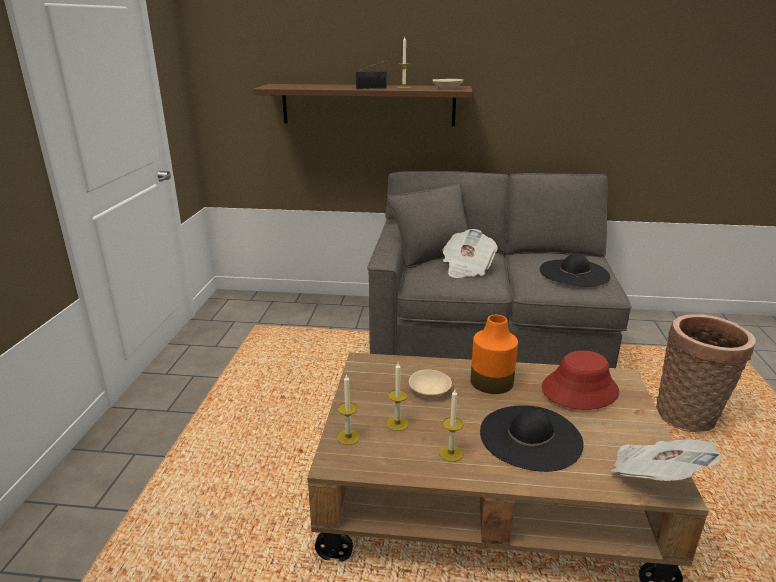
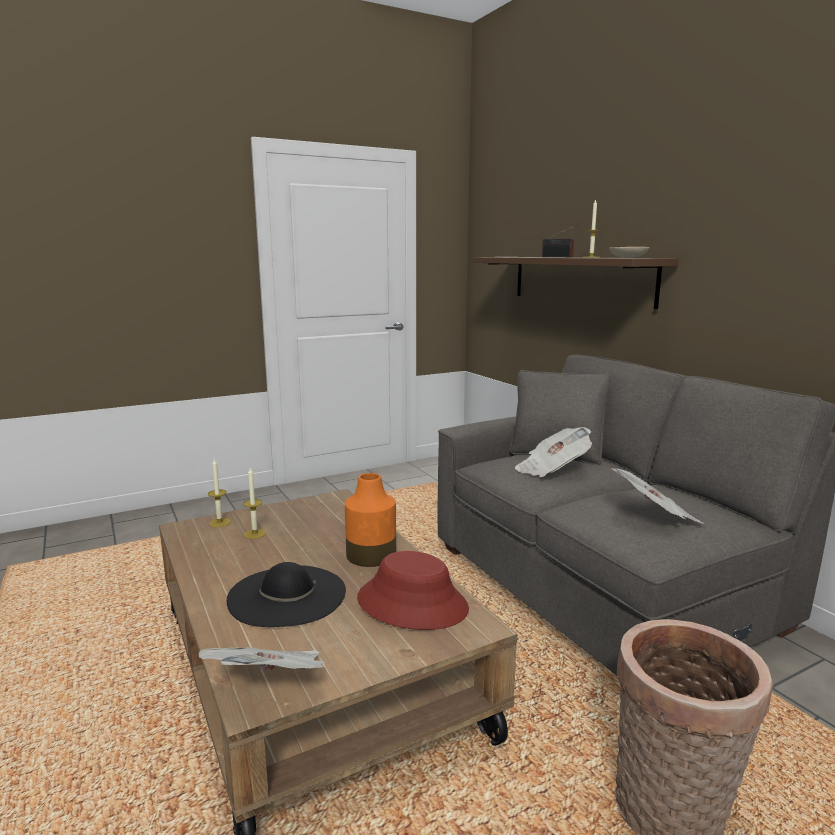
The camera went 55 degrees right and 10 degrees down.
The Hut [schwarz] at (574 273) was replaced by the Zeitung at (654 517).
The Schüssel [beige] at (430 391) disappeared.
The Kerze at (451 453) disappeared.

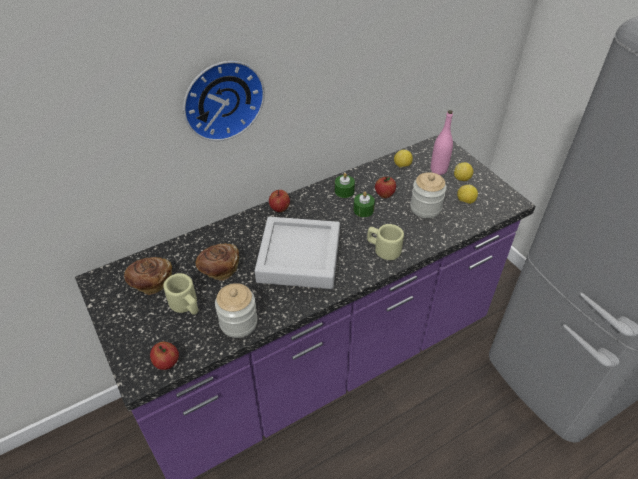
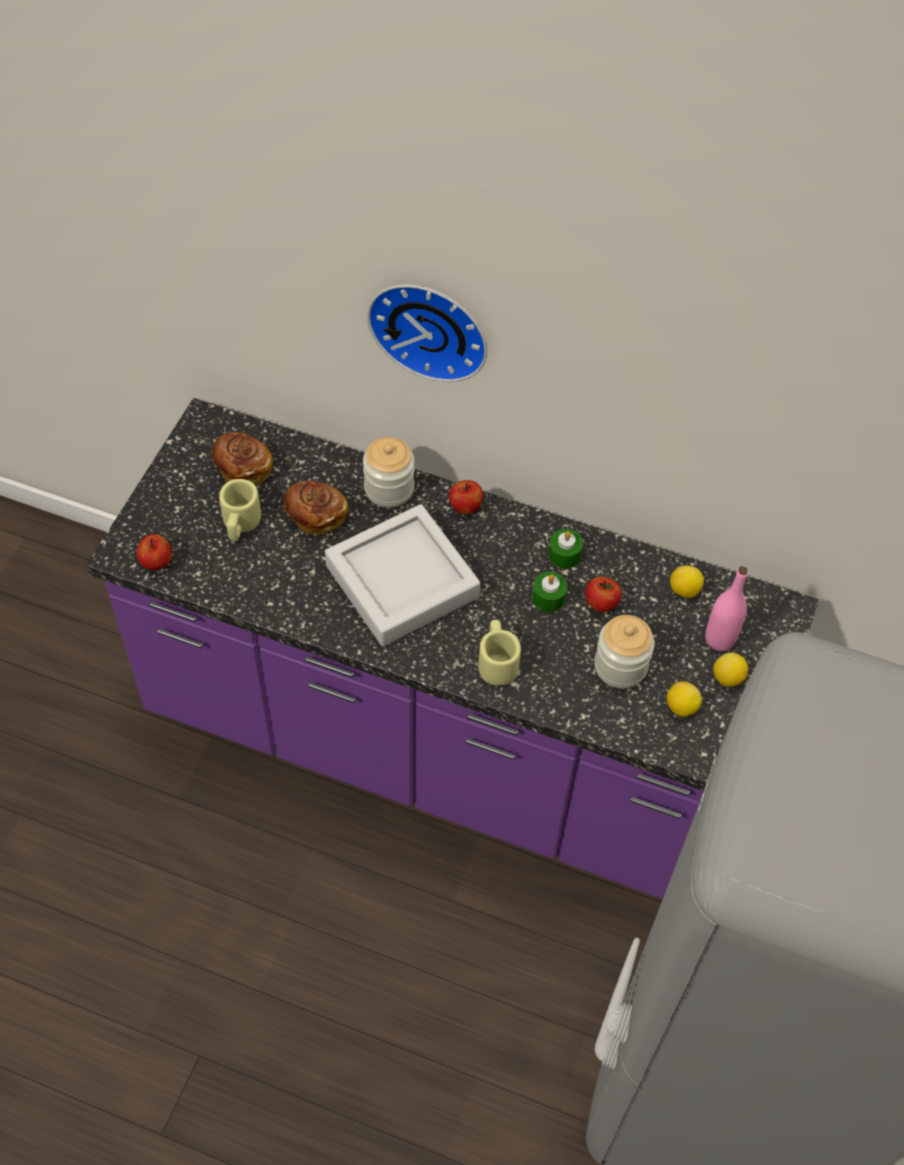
The camera went 50 degrees right and 10 degrees up.
The Vorratsglas moved from (238 322) to (389 488).

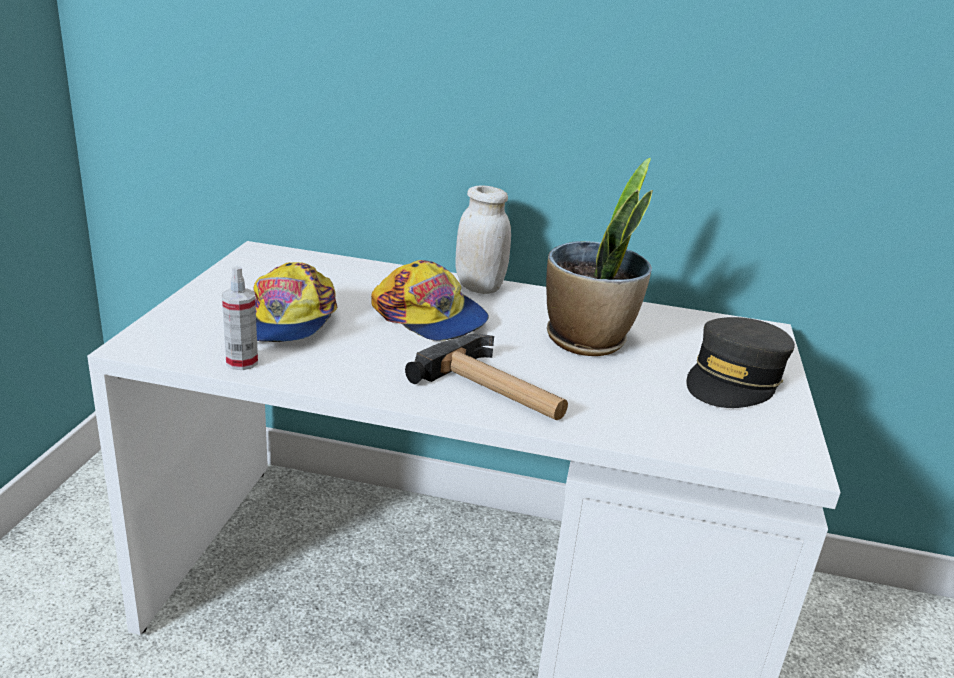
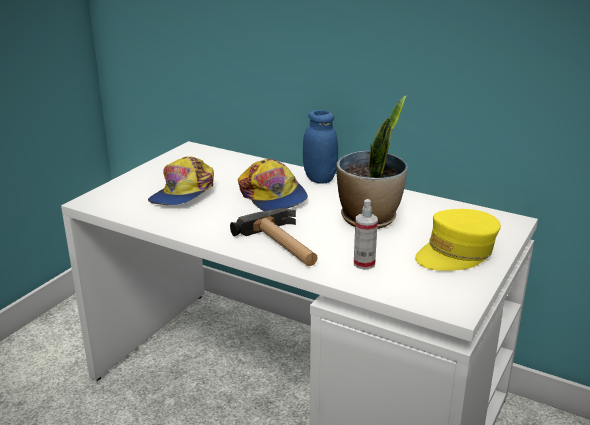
The camera went 20 degrees right and 0 degrees up.
The Vorratsglas [weiß] at (479 287) became the Vorratsglas [blau] at (319 179).
The Sprühflasche moved from (242 362) to (364 263).
The Kappe [grau] at (734 380) became the Kappe [gelb] at (456 253).

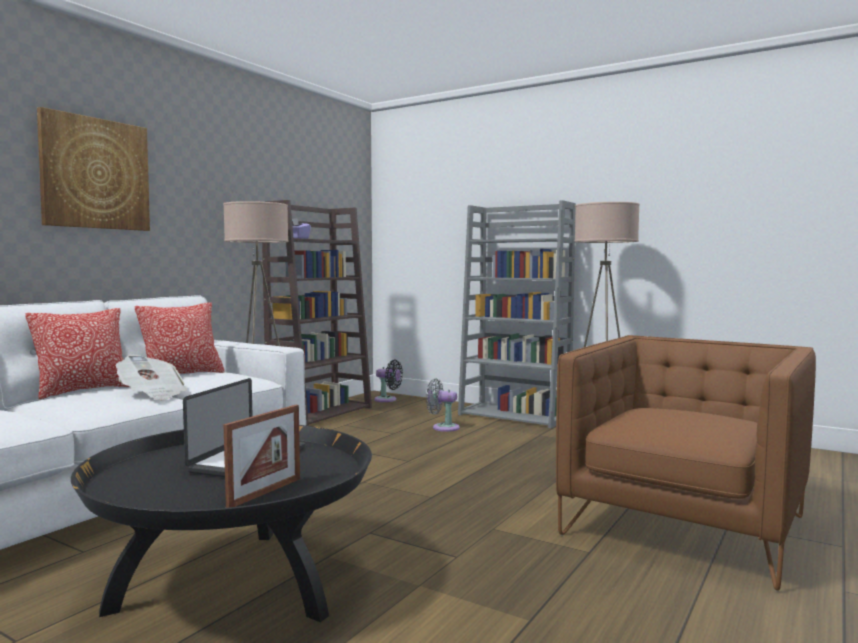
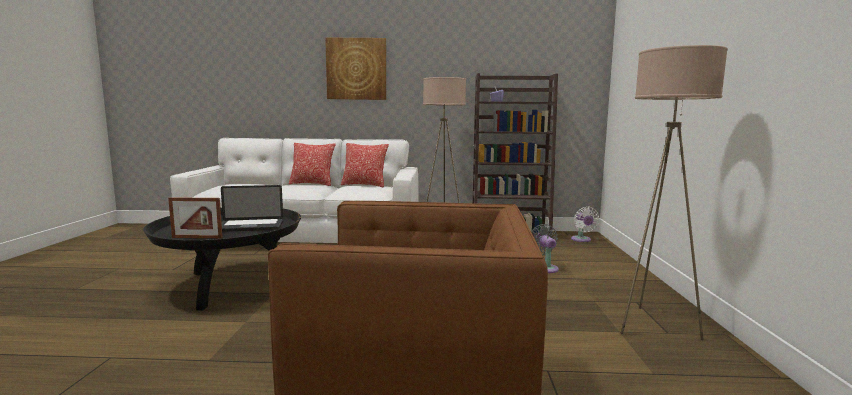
The camera went 60 degrees right and 5 degrees up.
The Bücherregal [grau] at (515 416) disappeared.
The Zeitung at (152 395) disappeared.
The Ventilator [schwarz] at (387 400) became the Ventilator [weiß] at (582 240).

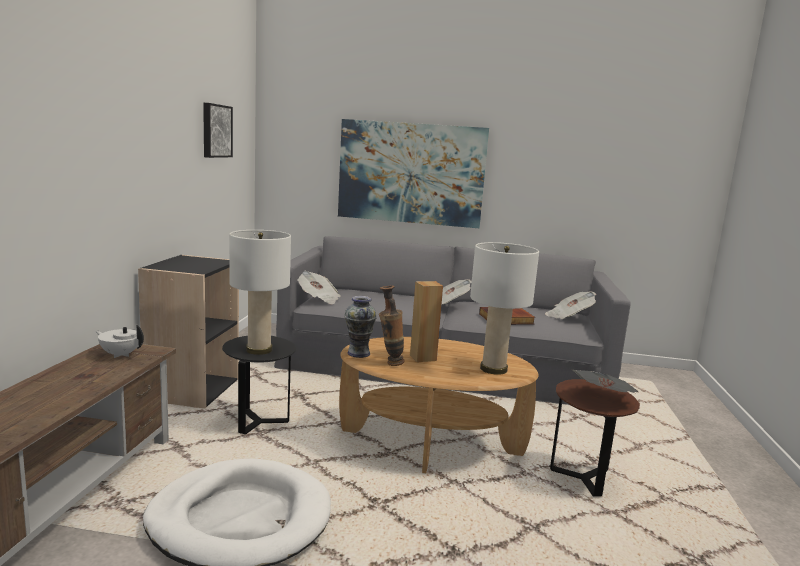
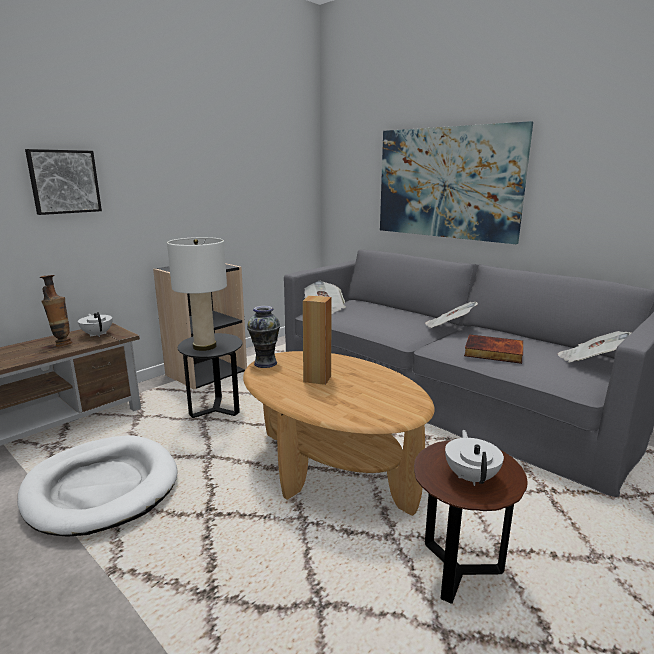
The camera went 35 degrees right and 5 degrees up.
The Bild moved from (215 131) to (64 181).
The Tischlampe [weiß] at (493 369) disappeared.
The Vase moved from (389 363) to (62 344).
The Zeitung at (603 398) was replaced by the Teekanne [weiß] at (471 477).

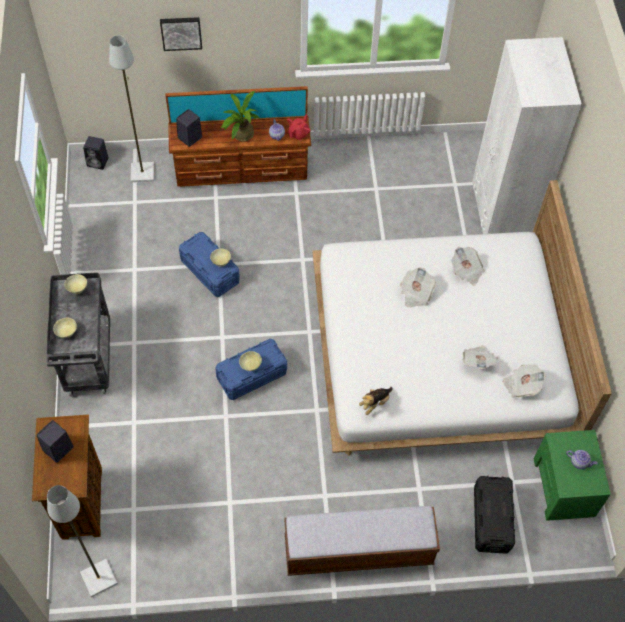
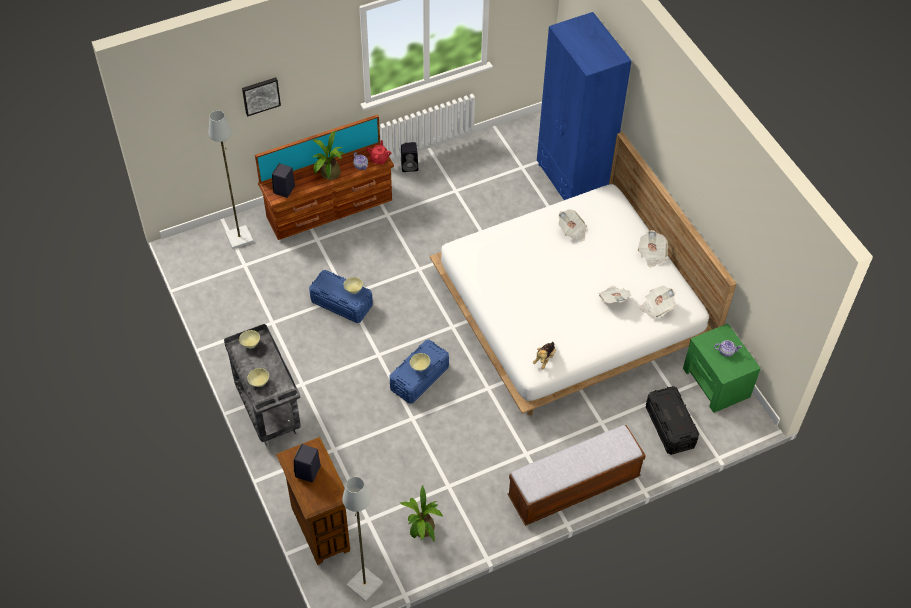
The camera went 20 degrees left and 5 degrees down.
The Kleiderschrank [weiß] at (501 215) became the Kleiderschrank [blau] at (572 181).
The Lautsprecher [schwarz] moved from (98 162) to (410 166).
The Zeitung moved from (415 293) to (652 254).
The Topfpflanze at (422 530) appeared.

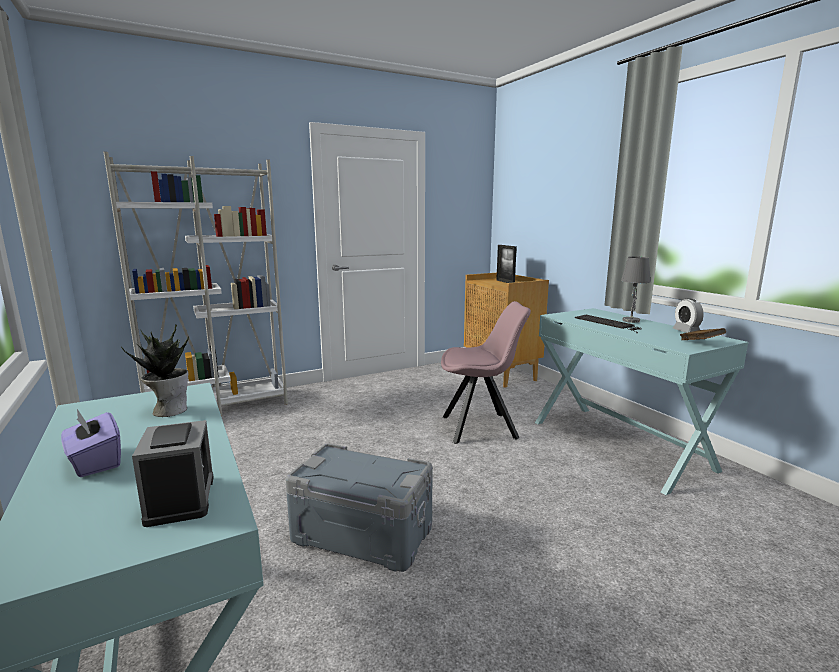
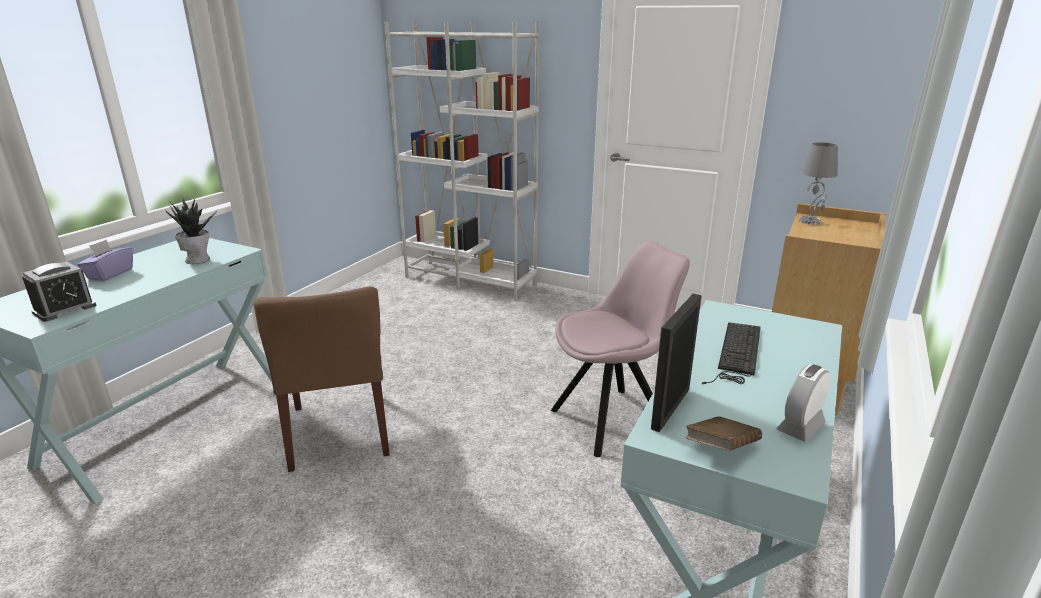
The camera went 55 degrees right and 10 degrees up.
The Bilderrahmen moved from (505 282) to (670 408).
The Tischlampe [grau] moved from (630 320) to (810 221).
The Stuhl [rosa] at (480 428) turned 75 degrees counterclockwise.
The Aufbewahrungsbox [grau] at (362 534) was replaced by the Stuhl [braun] at (340 431).

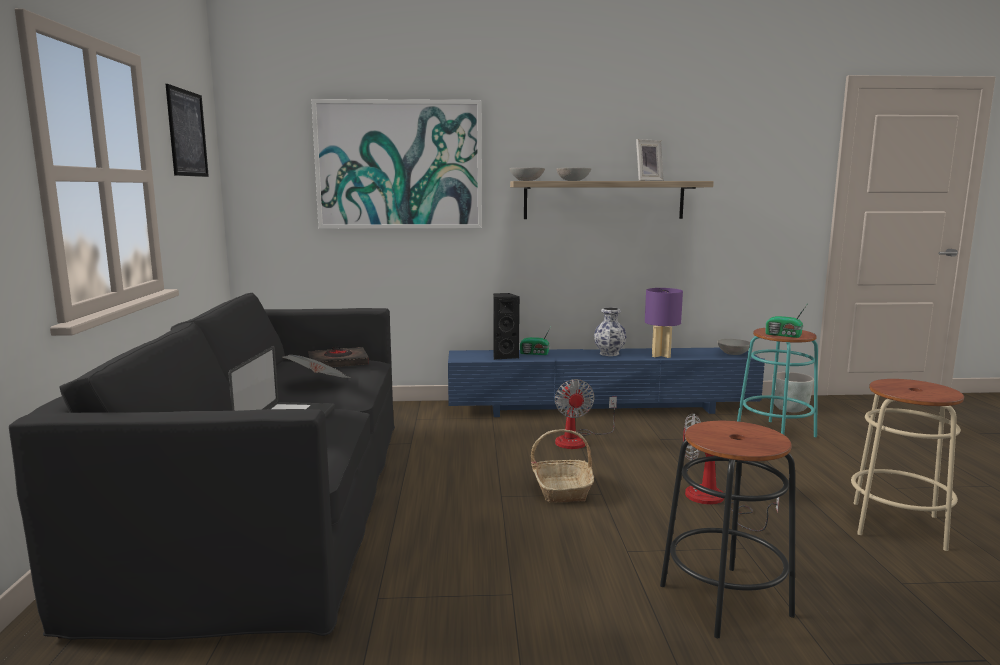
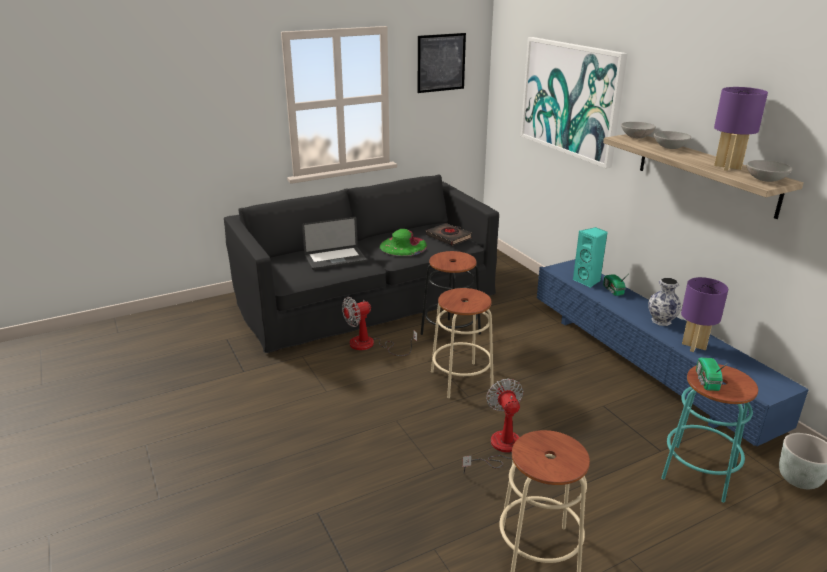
The camera went 65 degrees right and 15 degrees up.
The Bilderrahmen at (646 180) was replaced by the Tischlampe [lila] at (728 167).
The Lautsprecher [schwarz] at (504 356) became the Lautsprecher [türkis] at (588 281).
The Schüssel [grau] moved from (733 353) to (765 179).
The Zeitung at (320 384) was replaced by the Hut [grün] at (403 246).
The Ventilator moved from (578 440) to (370 345).
The Hocker [schwarz] moved from (724 600) to (450 334).
The Korb at (562 489) was replaced by the Hocker [beige] at (461 379).

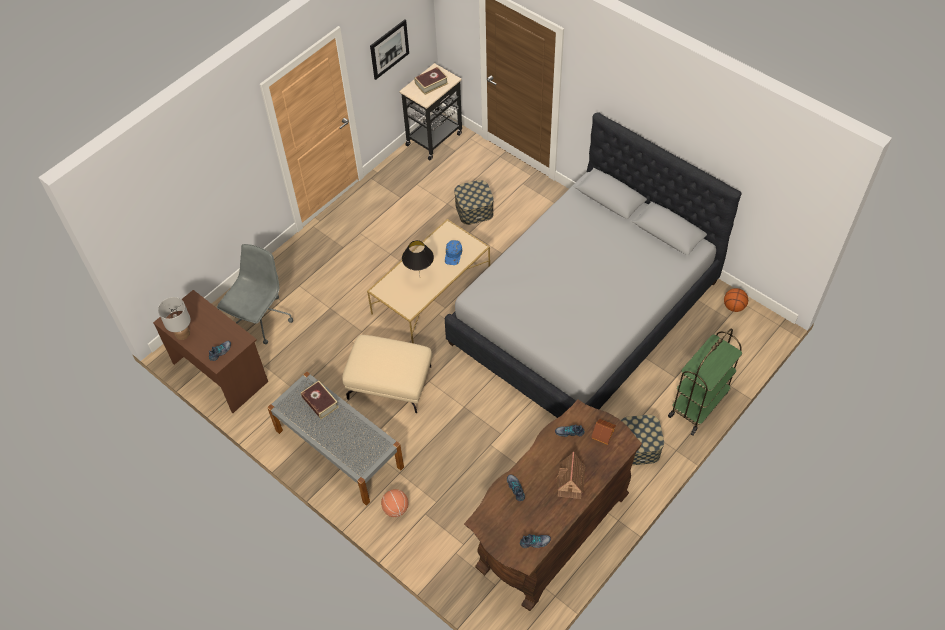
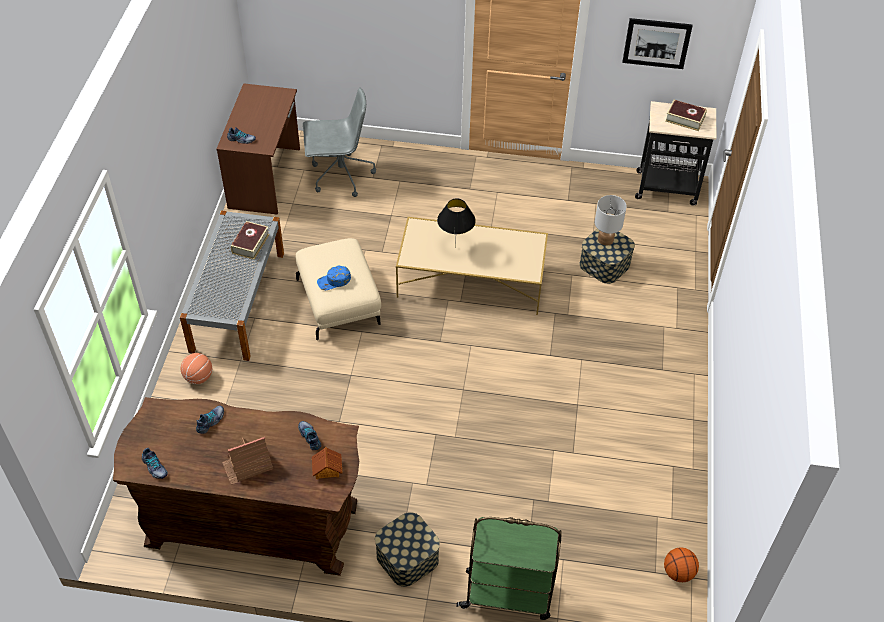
The camera went 55 degrees right and 5 degrees down.
The Bett [grau] at (585 312) disappeared.
The Kappe [blau] moved from (453 255) to (334 281).
The Tischlampe [grau] moved from (182 333) to (606 239).

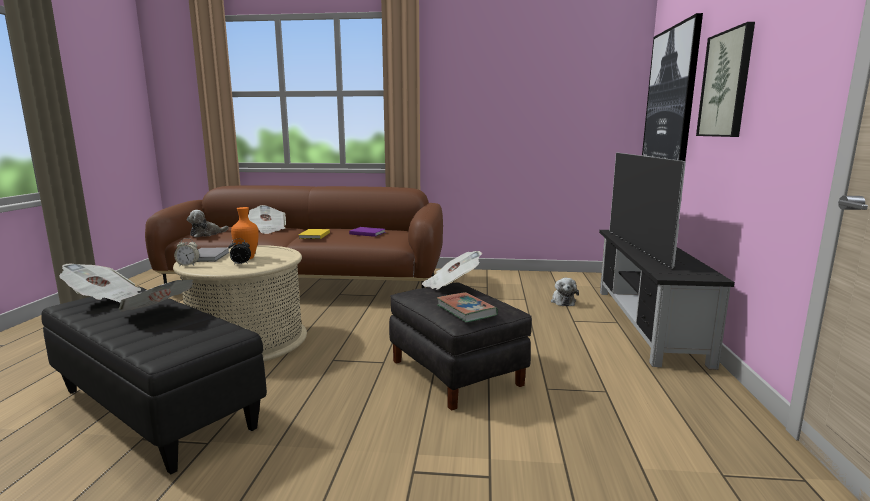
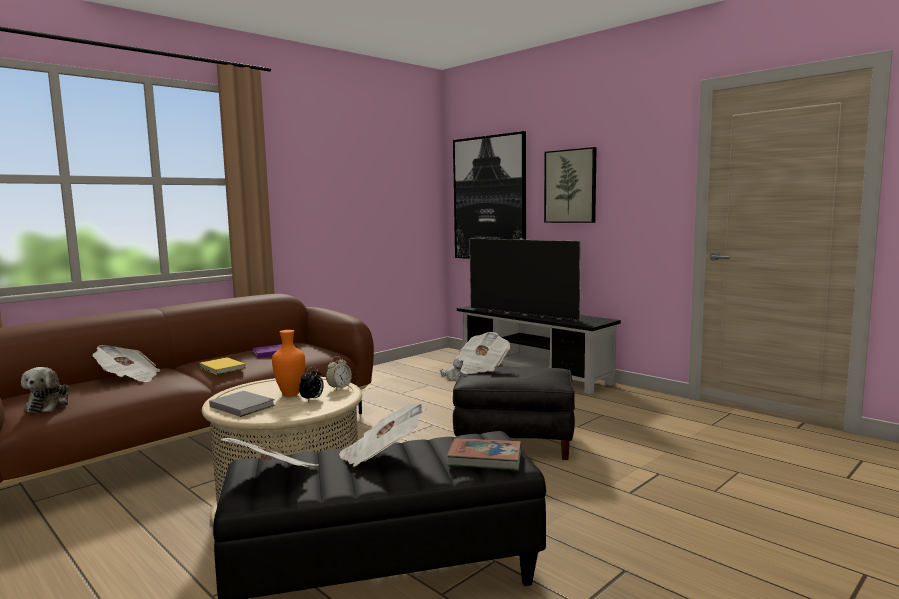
The camera went 50 degrees left and 5 degrees down.
The Wecker moved from (188 265) to (339 387).
The Buch moved from (466 310) to (485 459).

